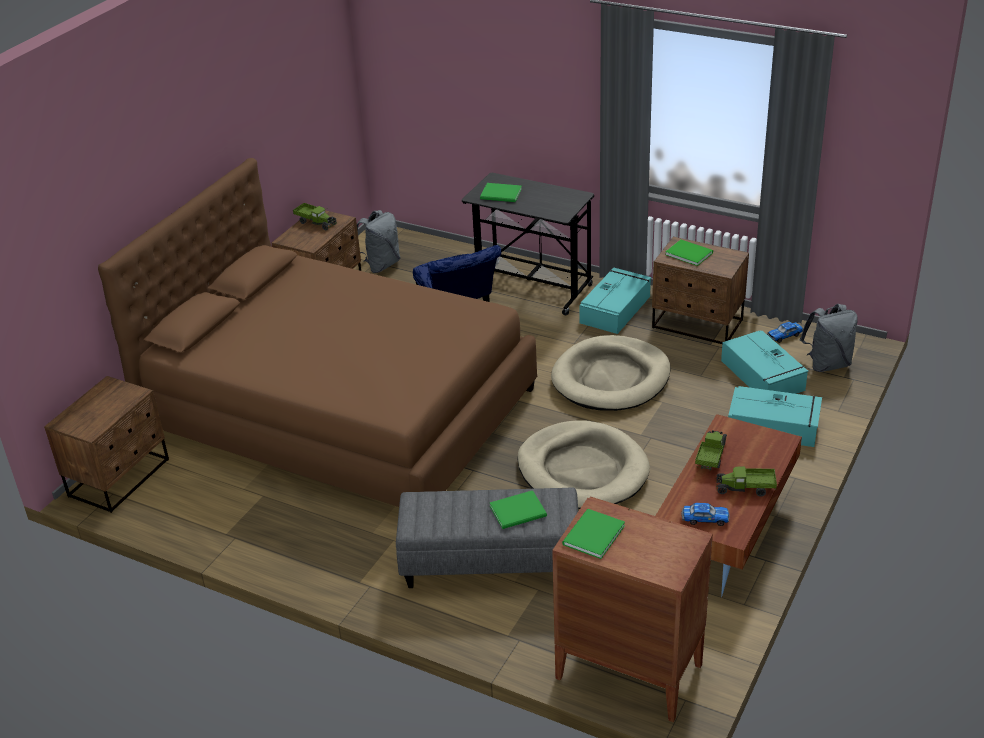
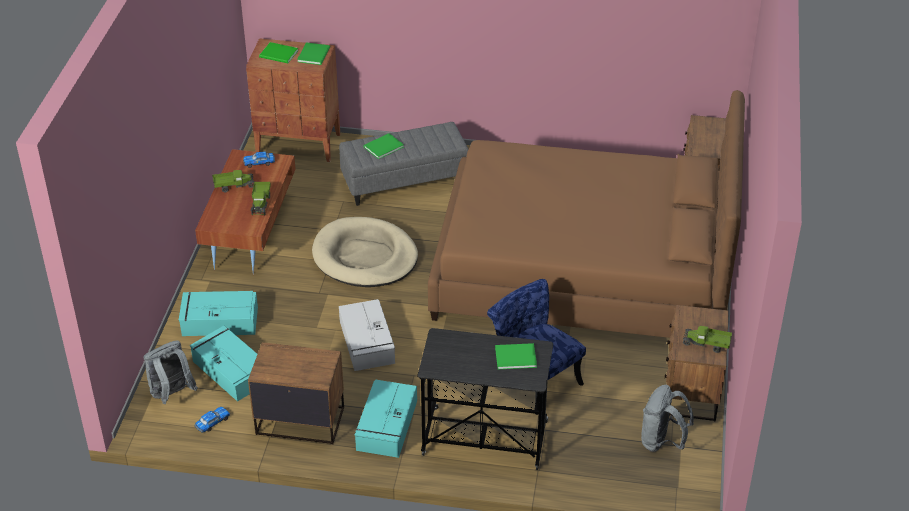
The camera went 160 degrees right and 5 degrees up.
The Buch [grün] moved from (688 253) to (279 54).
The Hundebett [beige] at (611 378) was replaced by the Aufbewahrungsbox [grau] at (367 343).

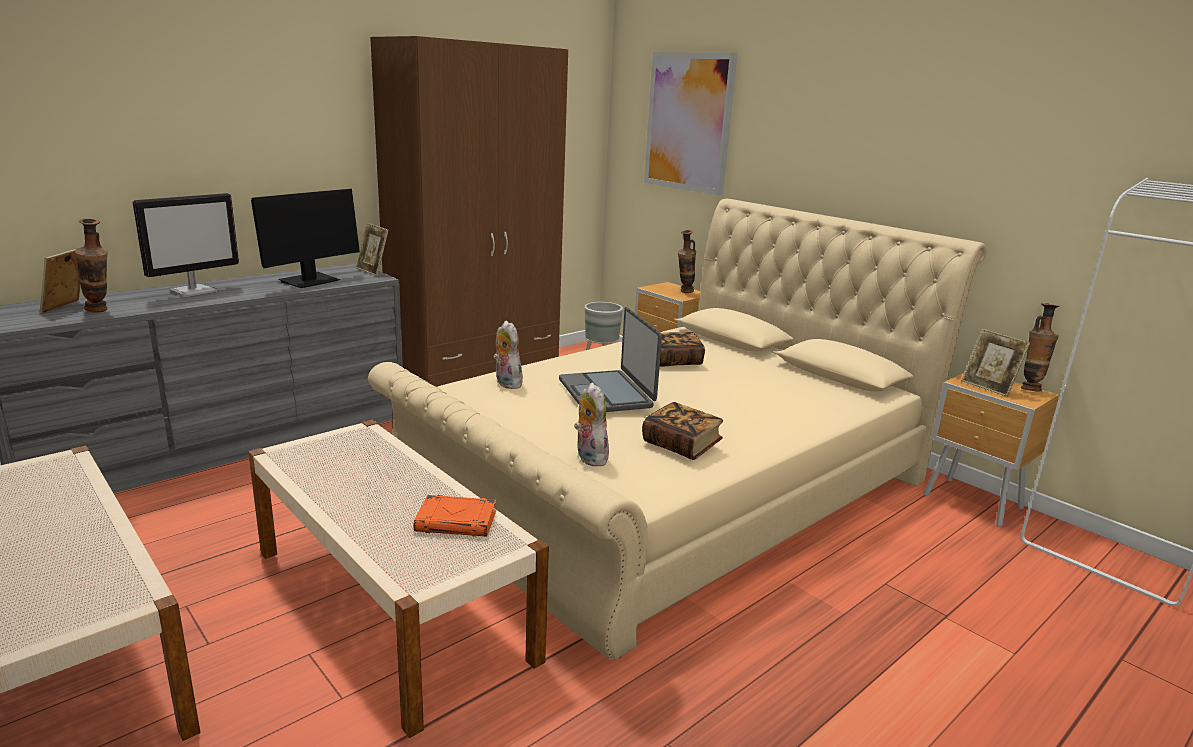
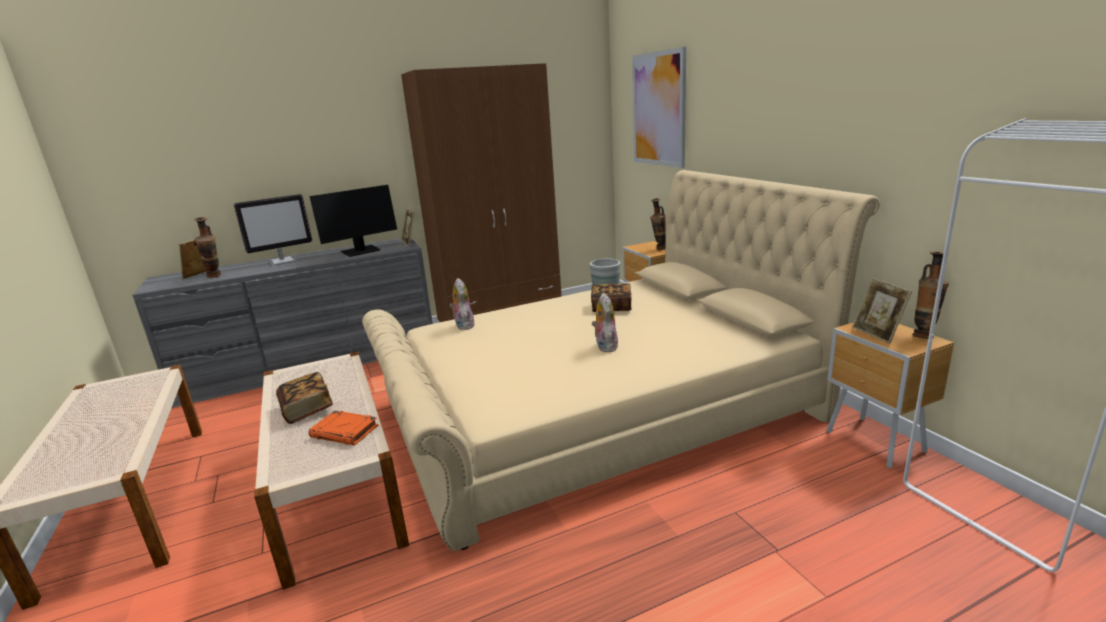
The camera went 20 degrees right and 0 degrees up.
The Laptop at (607 393) disappeared.
The Plüschtier moved from (589 457) to (605 346).
The Buch moved from (681 445) to (307 409).

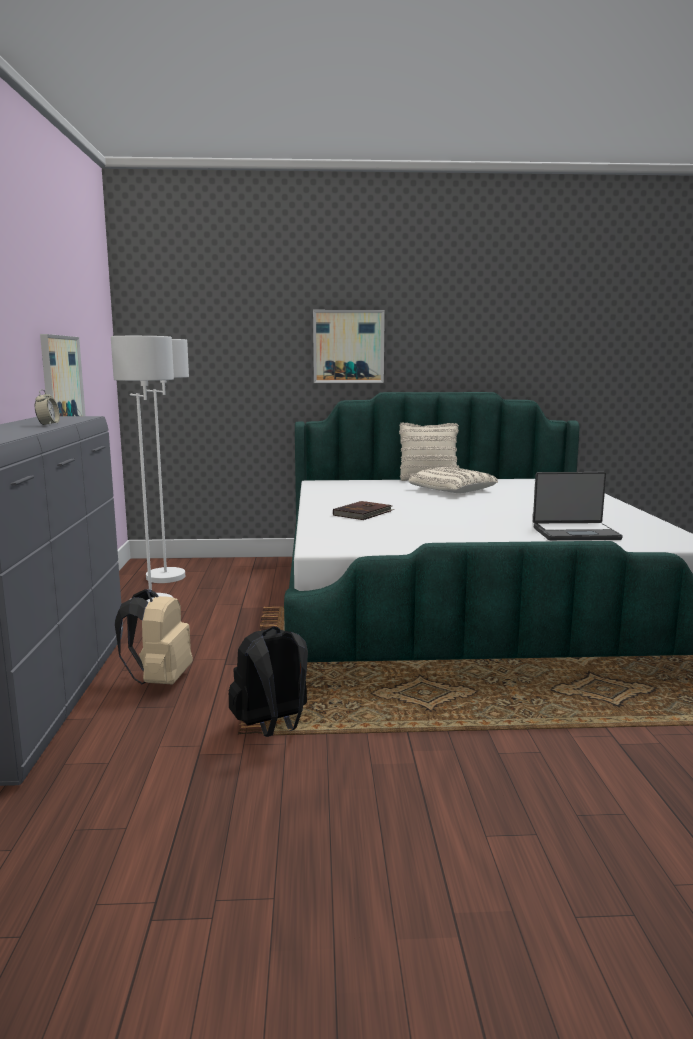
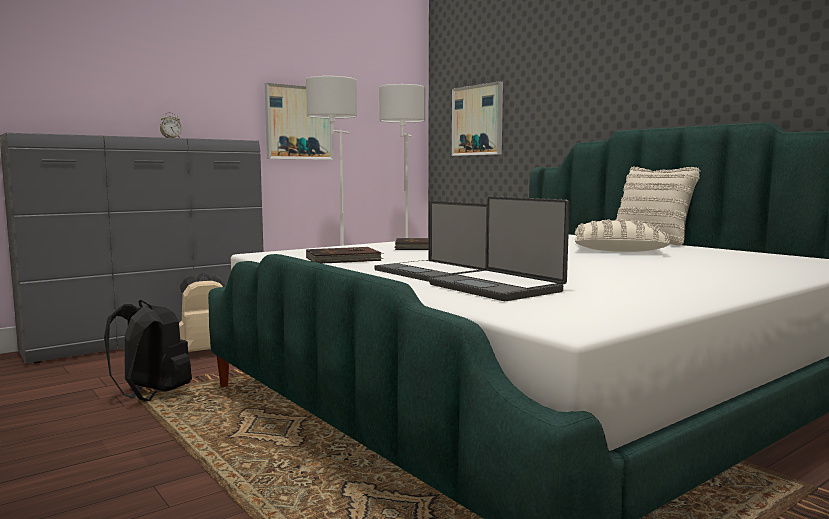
The camera went 55 degrees right and 5 degrees down.
The Bild moved from (348 346) to (477 120).
The Laptop at (432 272) appeared.
The Buch [braun] at (344 259) appeared.

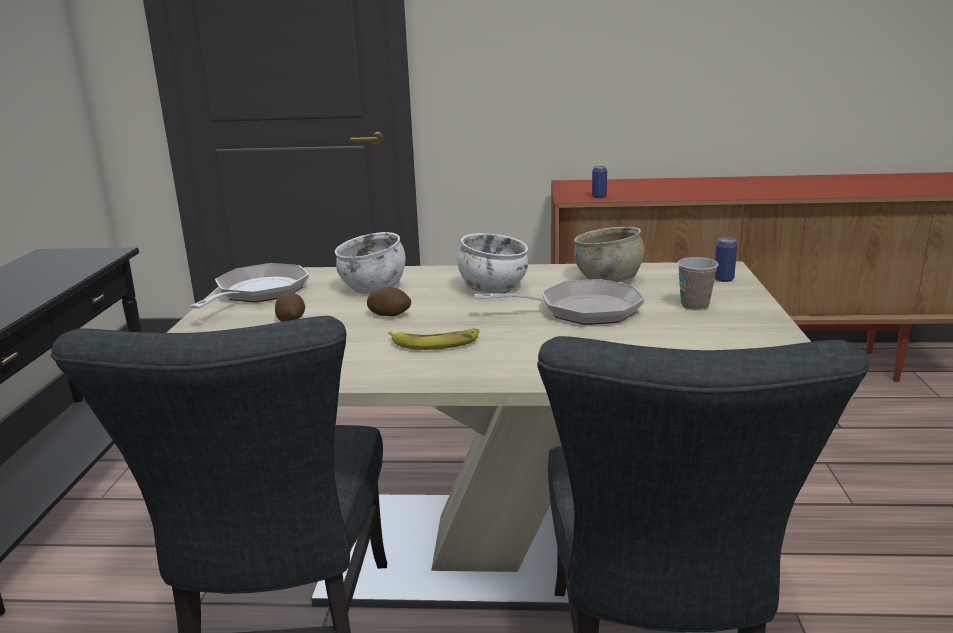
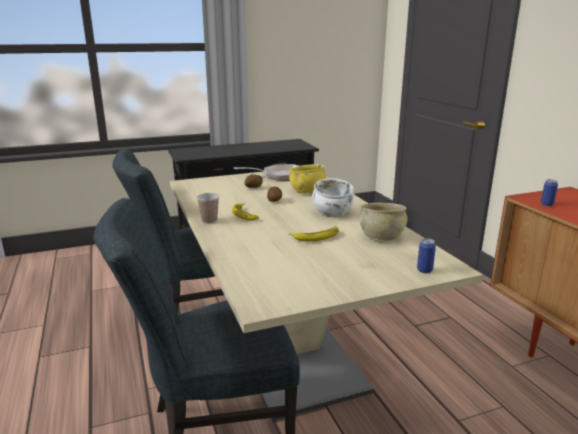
The camera went 65 degrees right and 0 degrees up.
The Schüssel [weiß] at (373 287) became the Schüssel [gelb] at (307 191).
The Tasse moved from (694 306) to (209 220).
The Pfanne at (581 310) was replaced by the Banane at (317 237).

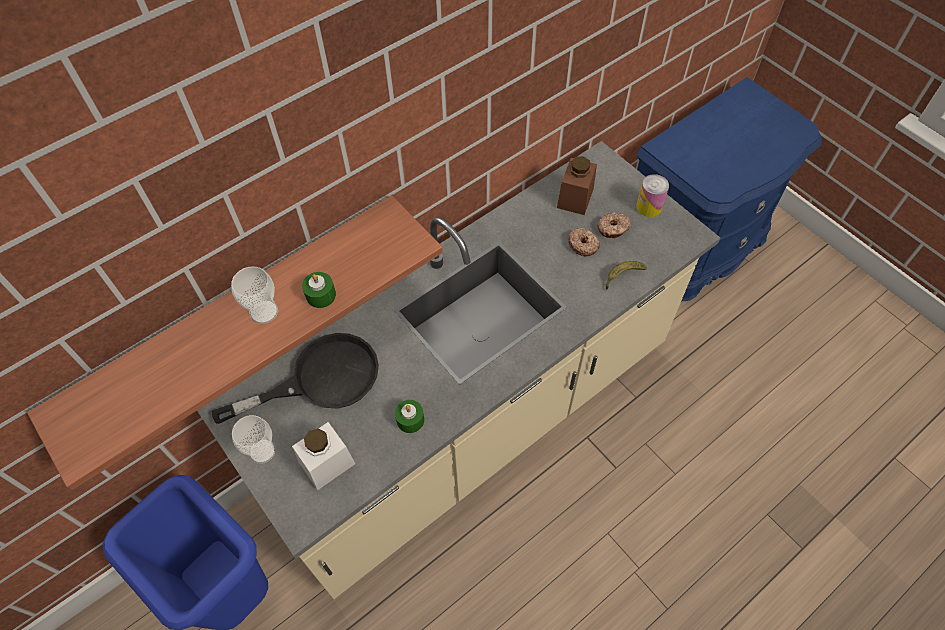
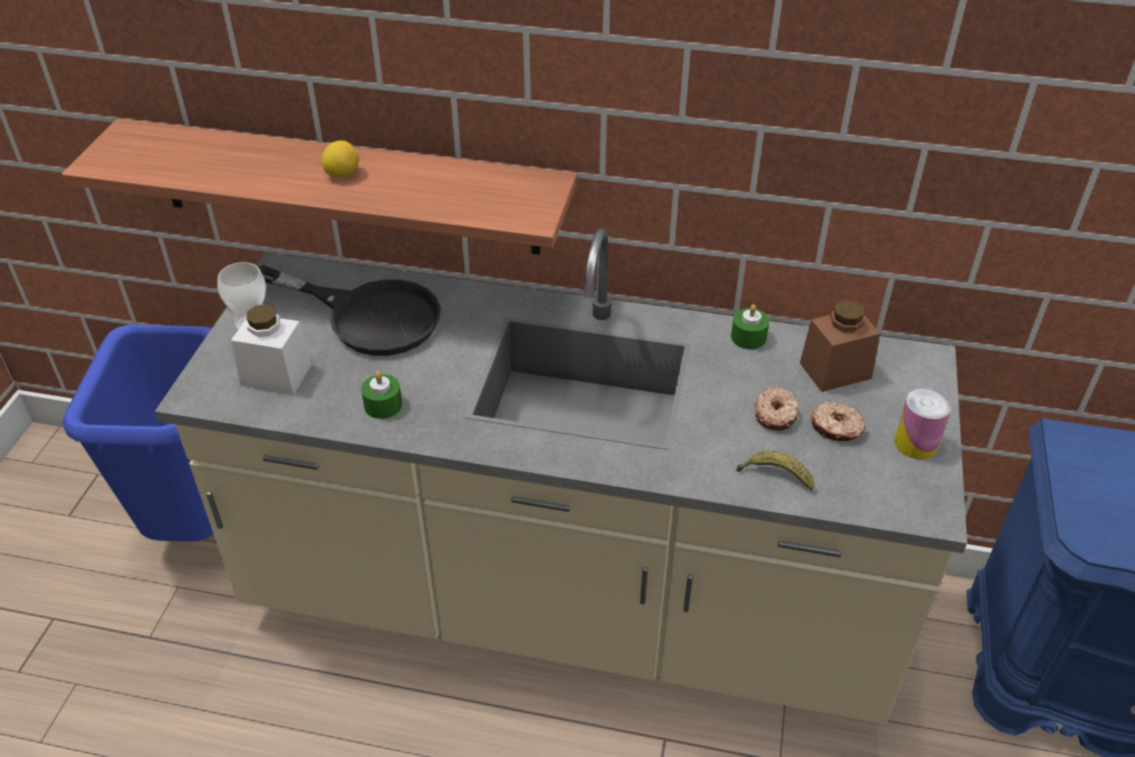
The camera went 50 degrees right and 15 degrees down.
The Tasse at (264 312) was replaced by the Zitrone at (342 174).
The Kerze [grün] moved from (321 295) to (748 337).

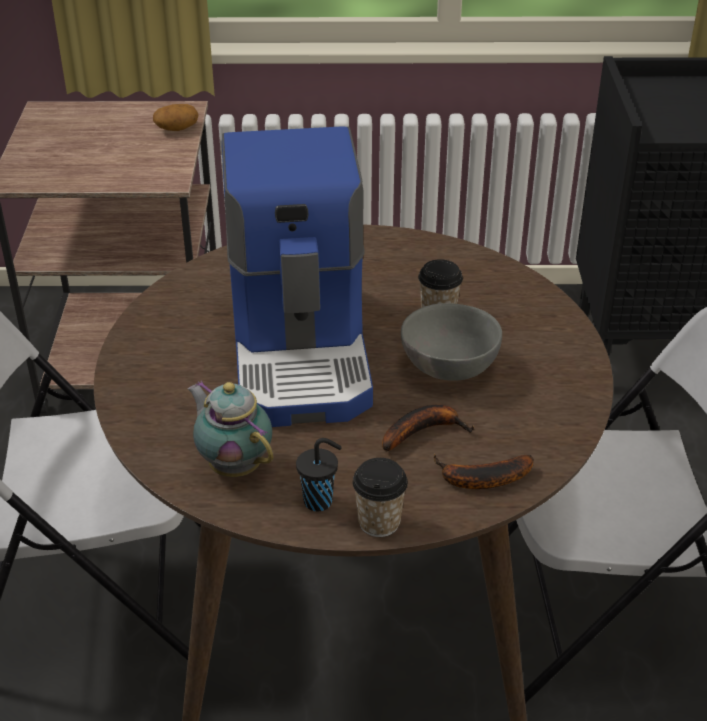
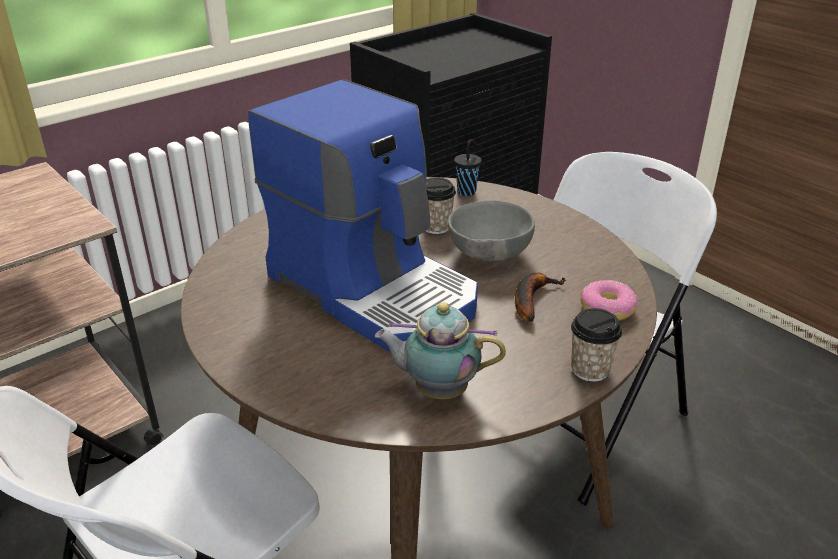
The camera went 40 degrees left and 5 degrees down.
The Kartoffel at (176 129) disappeared.
The Tasse [schwarz] moved from (320 501) to (467 191).
The Banane at (480 479) was replaced by the Donut at (607 309).

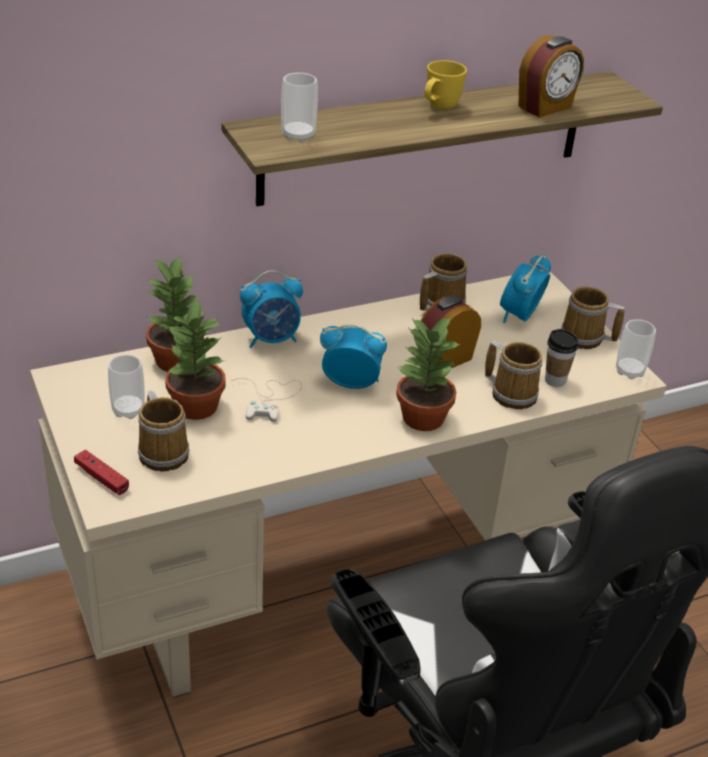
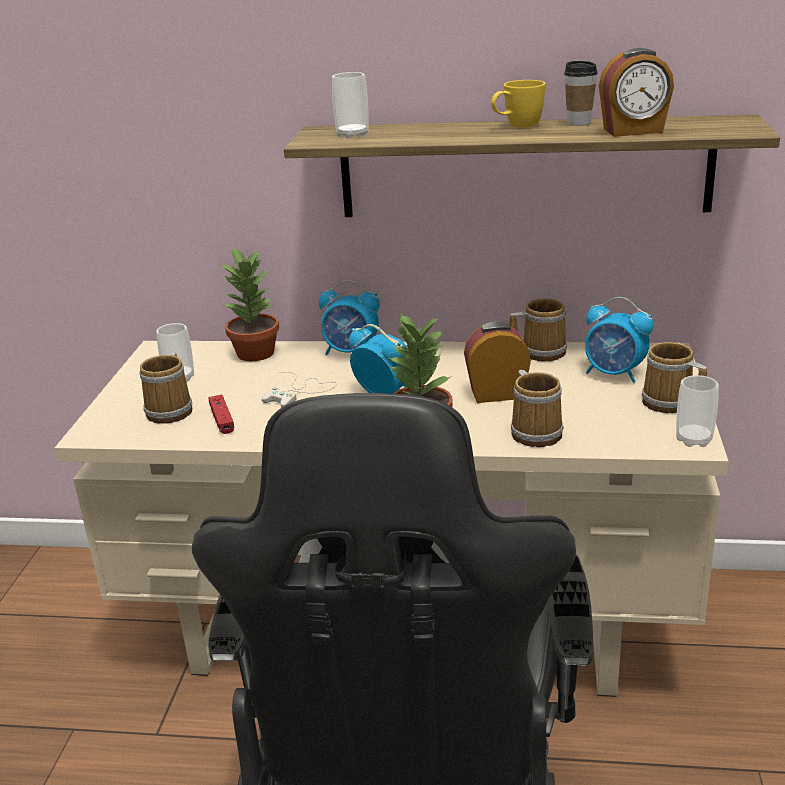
The camera went 35 degrees right and 10 degrees down.
The Wecker at (520 316) turned 120 degrees counterclockwise.
The Topfpflanze at (195 407) disappeared.
The Tasse moved from (555 380) to (579 123).
The Gamepad [rot] moved from (101 478) to (222 420).

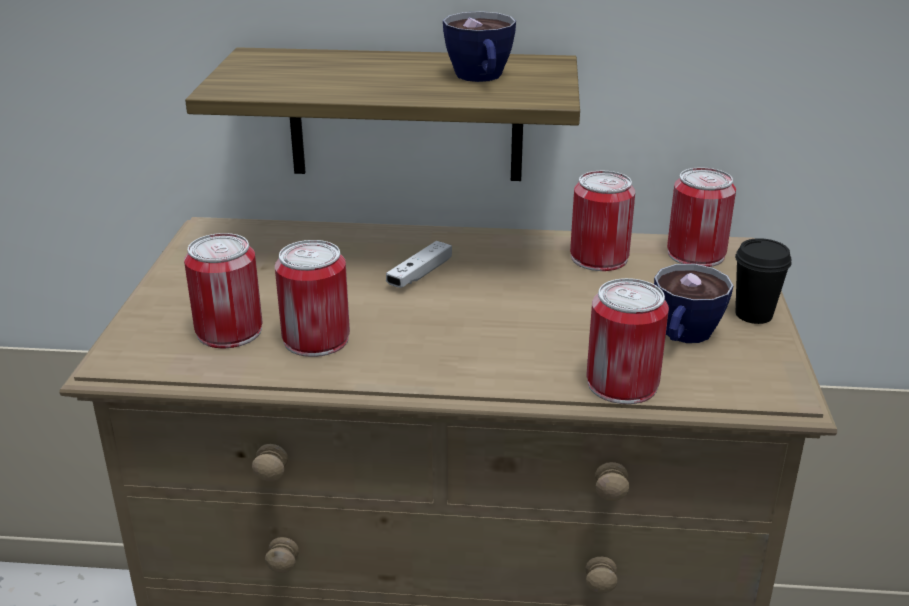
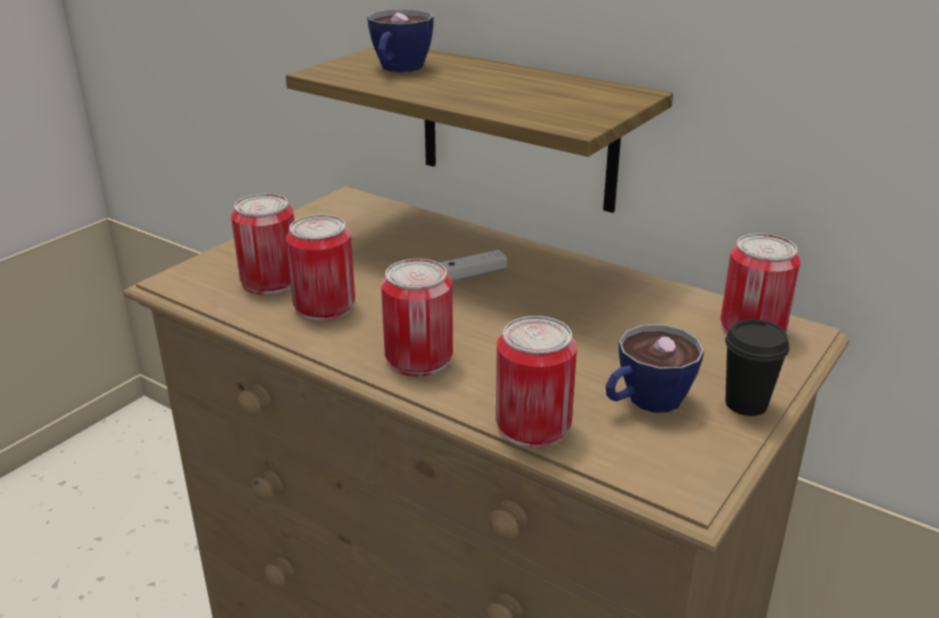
The camera went 30 degrees right and 0 degrees up.
The Tasse moved from (481 78) to (398 69).
The Dose moved from (599 258) to (419 358).

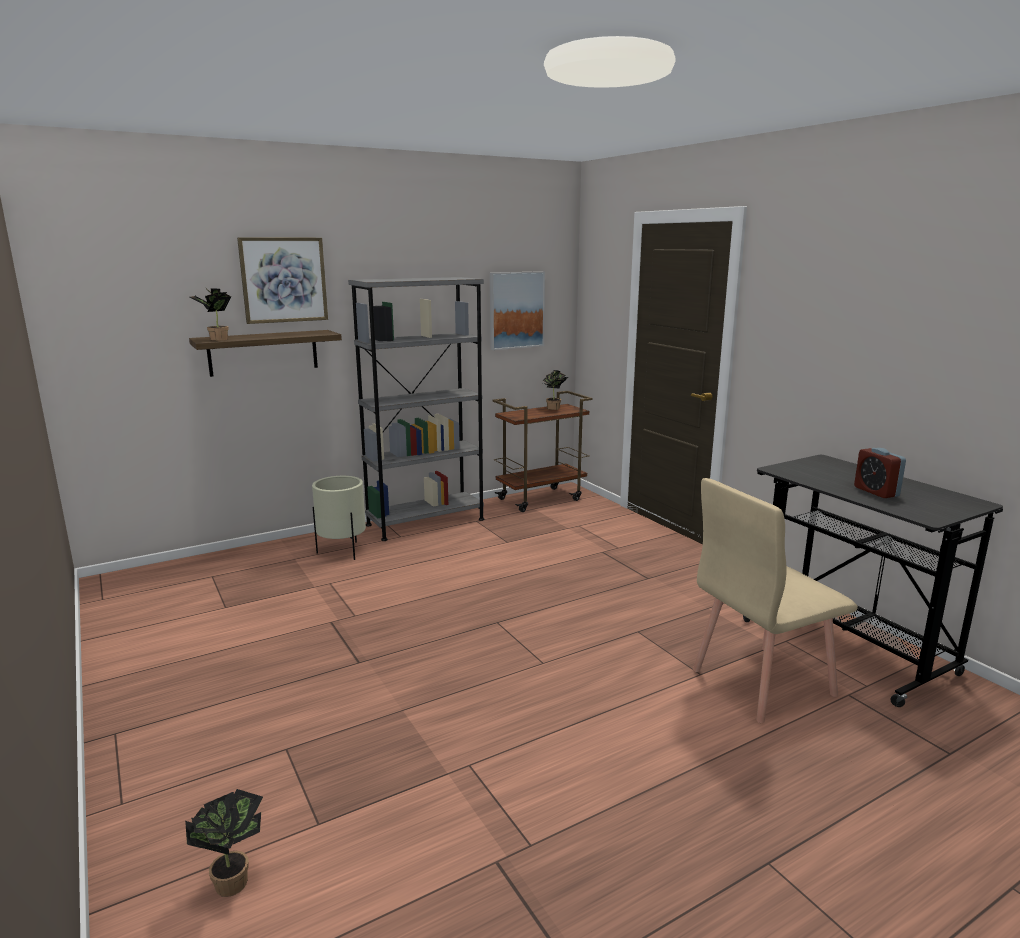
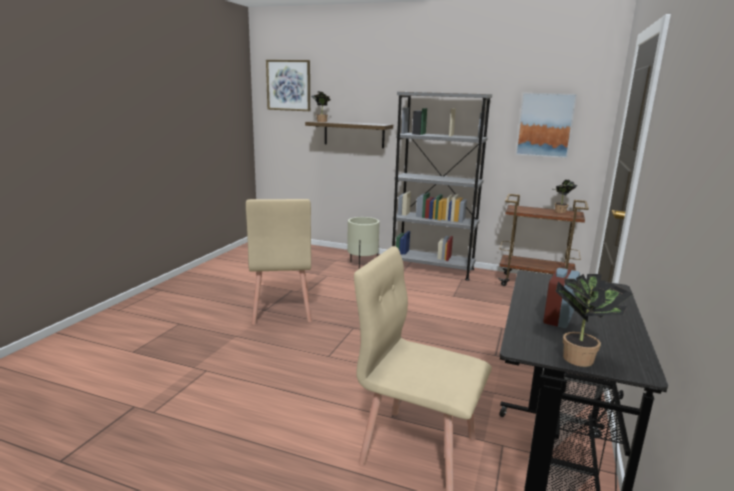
The camera went 50 degrees right and 0 degrees up.
The Bild moved from (284 280) to (288 85).
The Topfpflanze moved from (233 879) to (580 357).
The Stuhl [beige] at (281 311) appeared.

